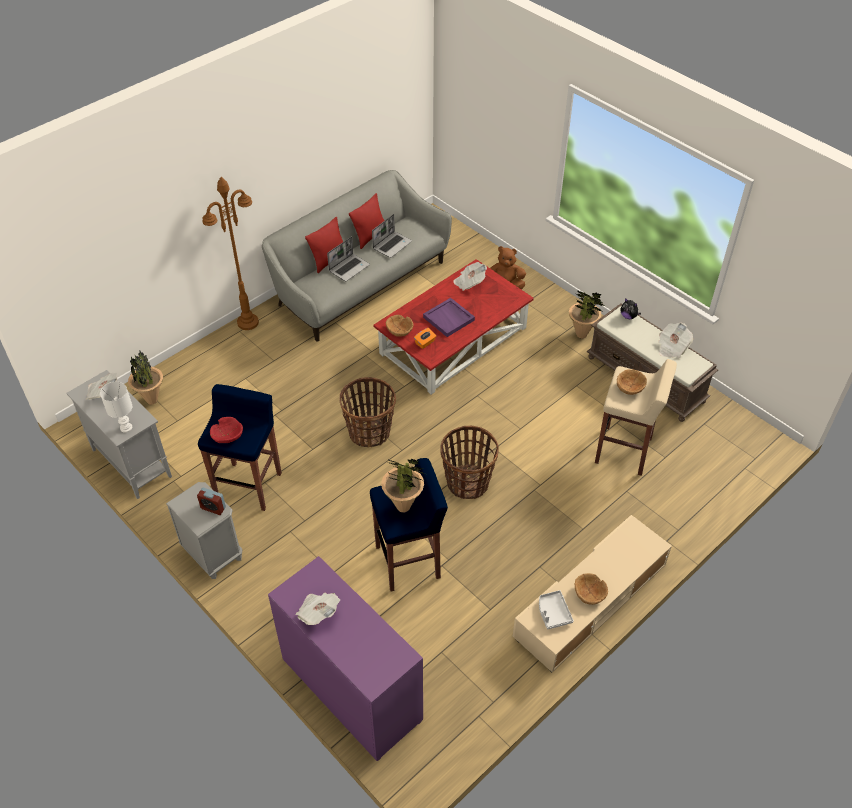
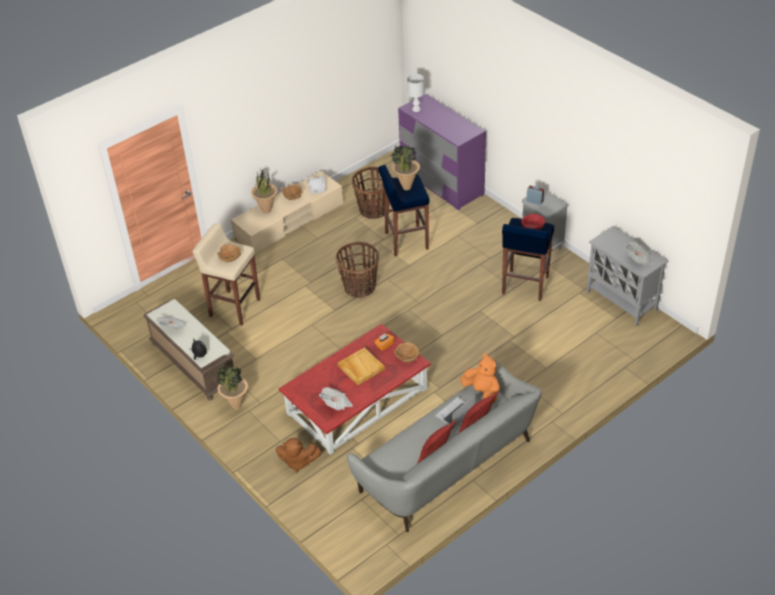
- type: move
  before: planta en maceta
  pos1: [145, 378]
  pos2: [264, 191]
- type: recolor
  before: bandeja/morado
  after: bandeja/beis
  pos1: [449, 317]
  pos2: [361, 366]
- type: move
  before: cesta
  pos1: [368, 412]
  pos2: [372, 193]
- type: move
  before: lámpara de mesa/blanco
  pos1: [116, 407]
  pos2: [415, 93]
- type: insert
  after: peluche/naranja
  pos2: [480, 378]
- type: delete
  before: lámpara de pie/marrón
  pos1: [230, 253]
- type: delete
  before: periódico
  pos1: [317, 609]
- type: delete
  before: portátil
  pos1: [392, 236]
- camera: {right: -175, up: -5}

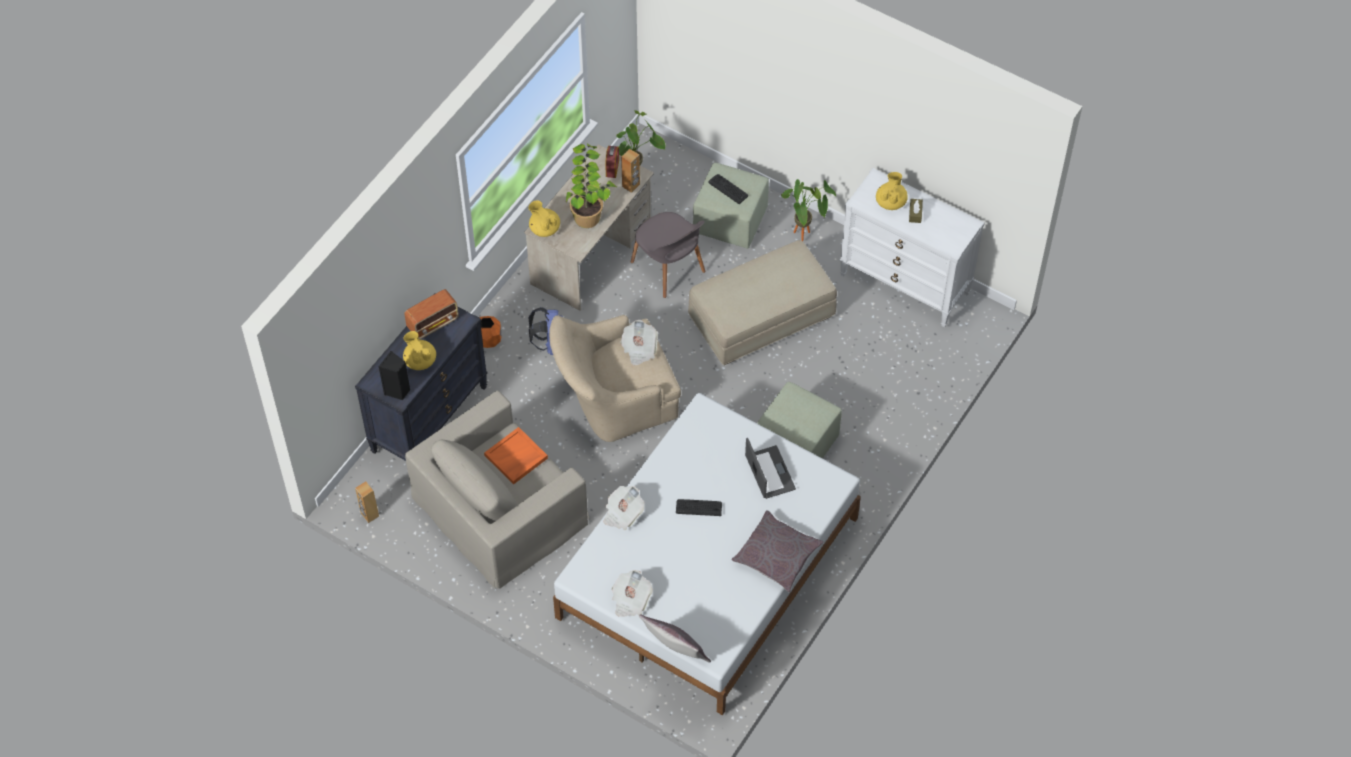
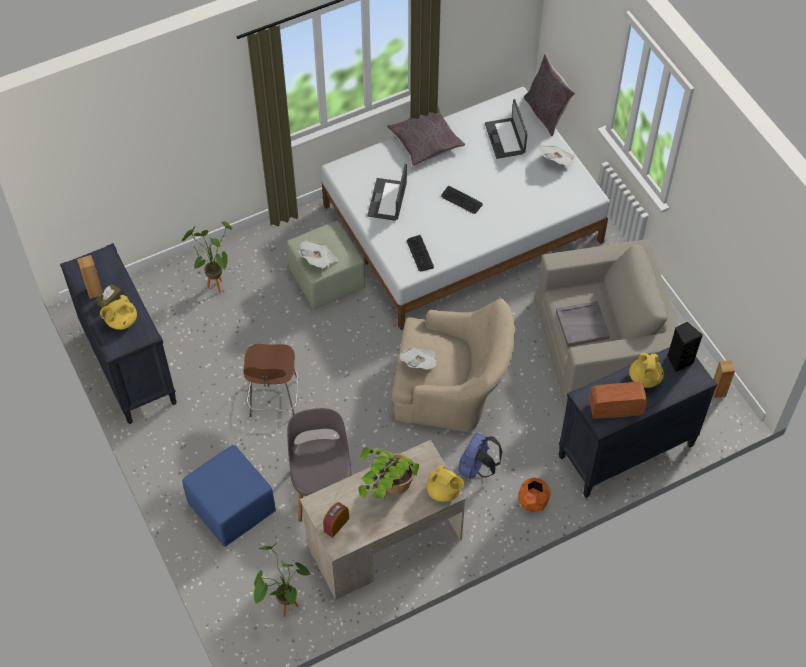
- type: recolor
  before: cómoda/blanco
  after: cómoda/negro
  pos1: [912, 247]
  pos2: [118, 333]
- type: move
  before: altavoz/marrón
  pos1: [630, 171]
  pos2: [90, 277]
- type: move
  before: planta en maceta
  pos1: [808, 210]
  pos2: [207, 257]
- type: recolor
  before: puf/verde
  after: puf/azul
  pos1: [731, 206]
  pos2: [229, 496]
- type: replace
  before: puf/beis
  after: silla/marrón
  pos1: [762, 302]
  pos2: [270, 380]
- type: move
  before: periódico
  pos1: [624, 508]
  pos2: [318, 254]
- type: move
  before: teclado
  pos1: [728, 189]
  pos2: [420, 253]
- type: rotate
  before: tetera/amarillo
  pos1: [544, 218]
  pos2: [445, 483]
  turn: -45
- type: insert
  after: portátil
  pos2: [506, 129]
- type: recolor
  before: bandeja/naranja
  after: bandeja/gris
  pos1: [516, 455]
  pos2: [583, 324]
- camera: {right: -150, up: 0}

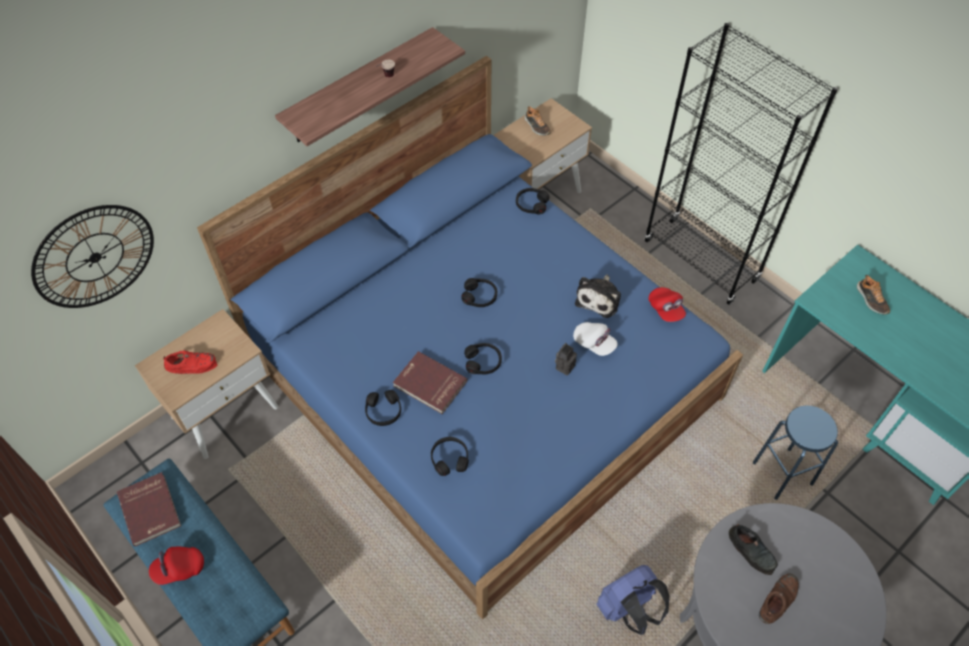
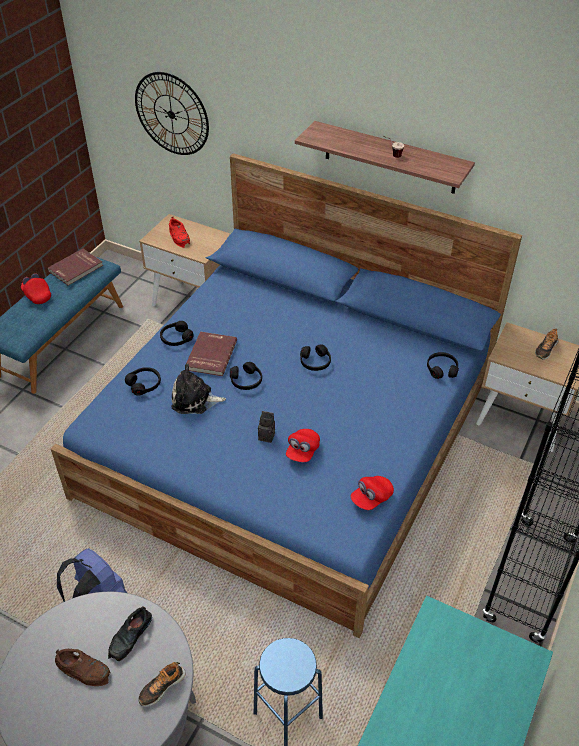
- type: move
  before: zapato
  pos1: [873, 294]
  pos2: [162, 684]
- type: move
  before: peluche
  pos1: [598, 296]
  pos2: [198, 388]
- type: recolor
  before: gorra/blanco
  after: gorra/rojo
  pos1: [595, 339]
  pos2: [303, 445]
- camera: {right: 70, up: -10}

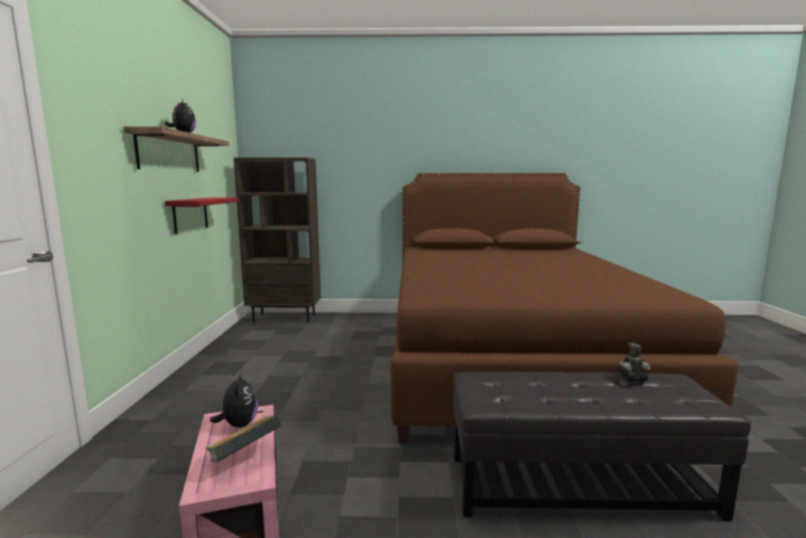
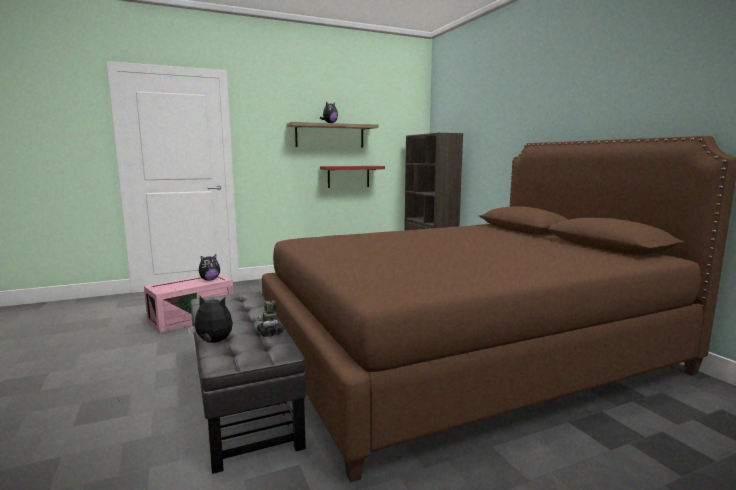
- type: insert
  after: peluche
  pos2: [210, 319]
- type: delete
  before: libro
  pos1: [243, 438]
- camera: {right: 65, up: 0}

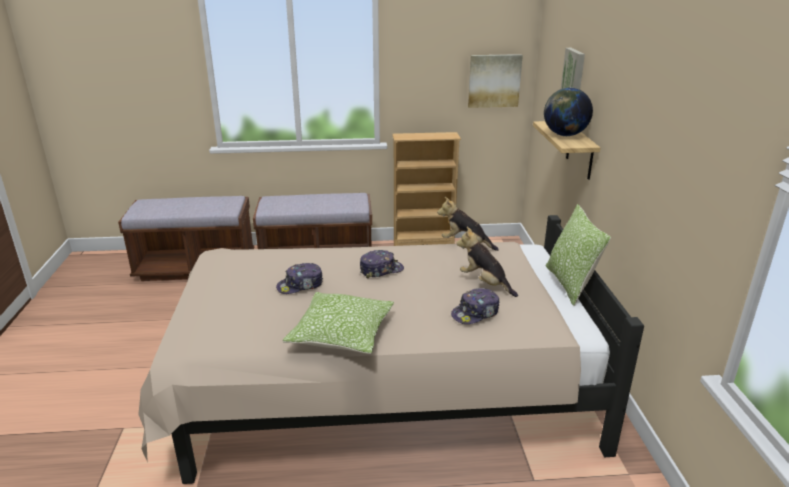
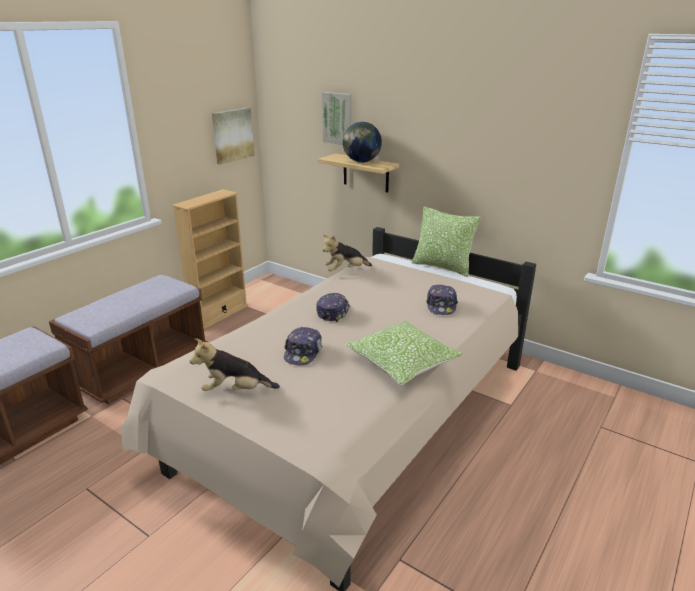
- type: move
  before: peluche
  pos1: [487, 262]
  pos2: [235, 364]
- camera: {right: -50, up: 0}

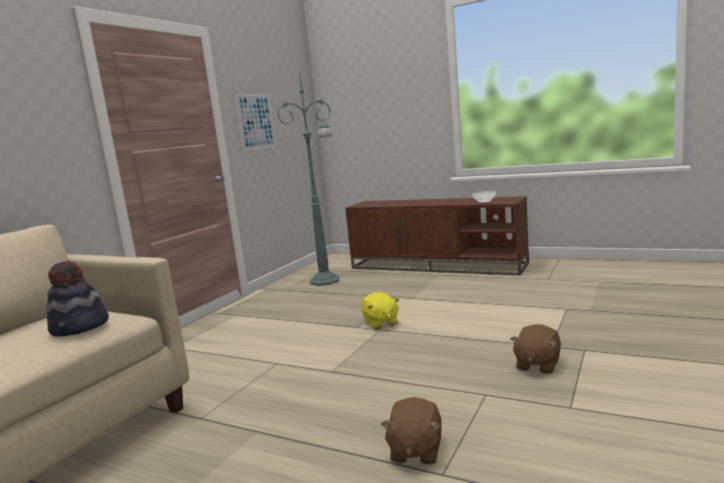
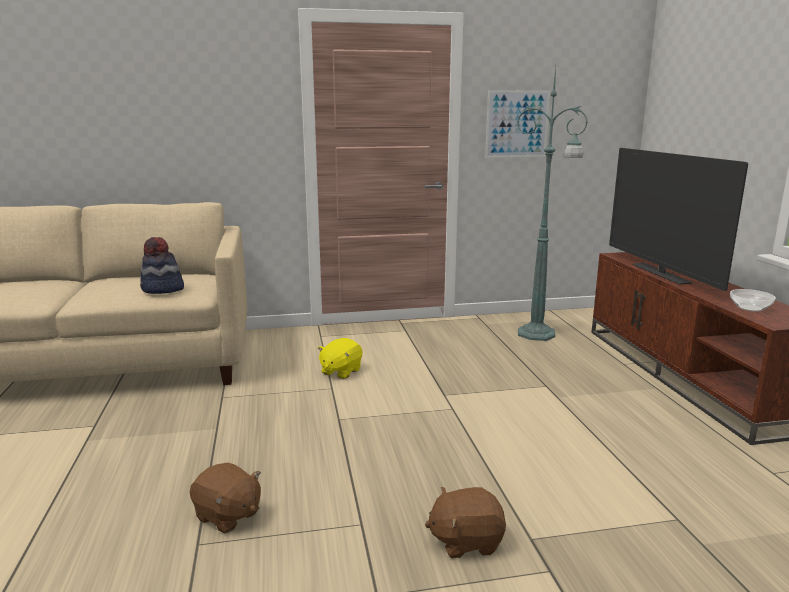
- type: rotate
  before: peluche/marrón
  pos1: [411, 431]
  pos2: [225, 498]
  turn: -120
- type: move
  before: peluche/amarillo
  pos1: [380, 310]
  pos2: [340, 358]
- type: insert
  after: televisor
  pos2: [678, 219]
- camera: {right: 50, up: 5}

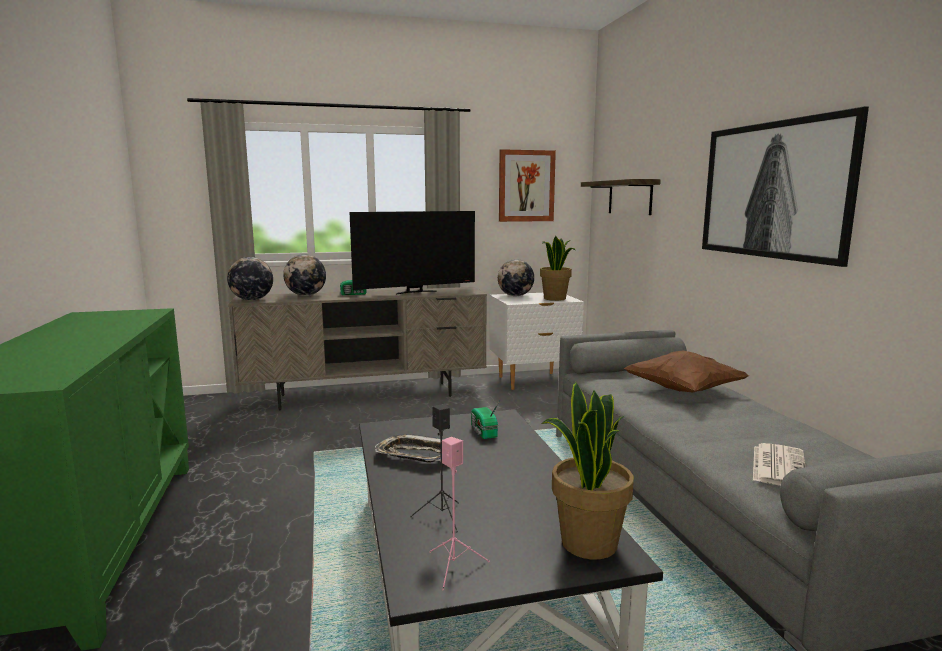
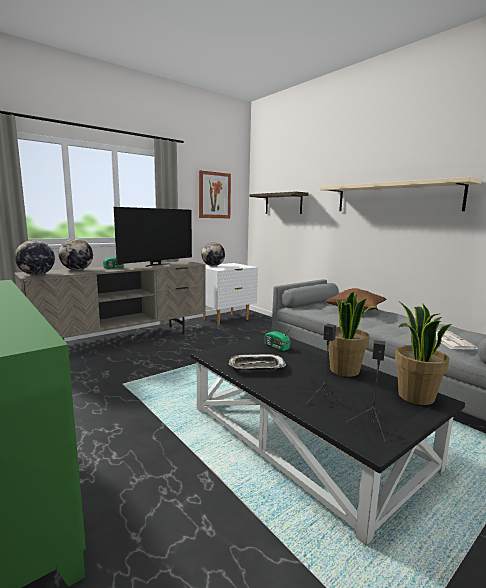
- type: replace
  before: cuadro
  after: estante/beis
  pos1: [785, 186]
  pos2: [401, 194]
- type: move
  before: planta en maceta
  pos1: [557, 268]
  pos2: [352, 334]
- type: recolor
  before: altavoz/rosa
  after: altavoz/negro
  pos1: [459, 514]
  pos2: [366, 391]
- camera: {right: -25, up: 0}

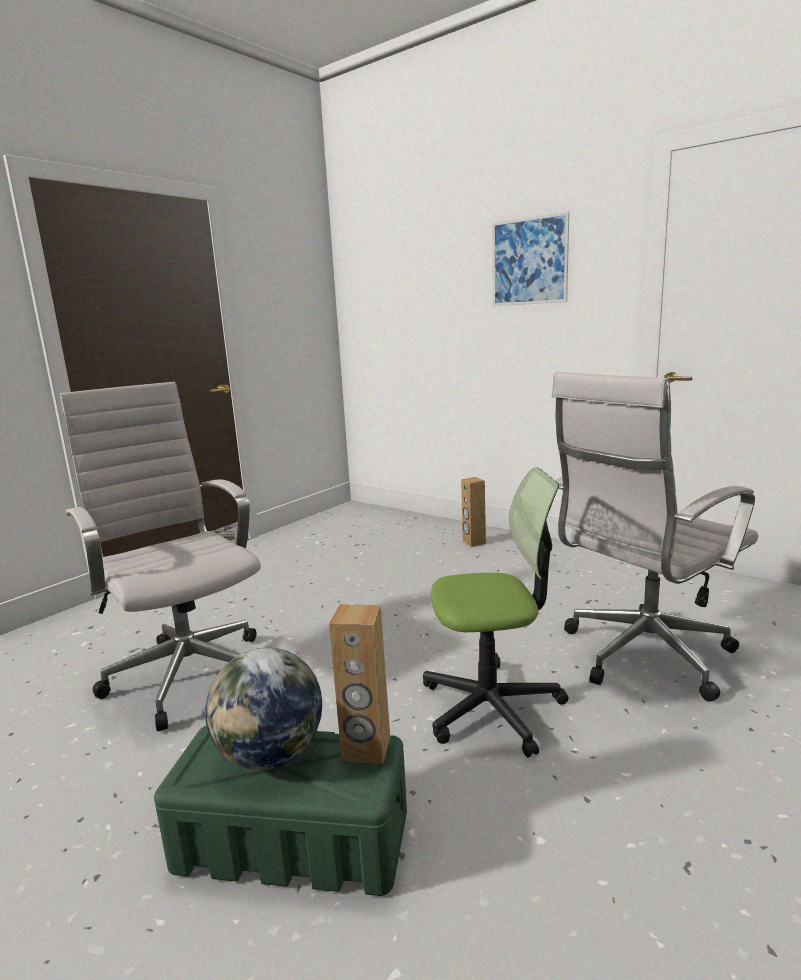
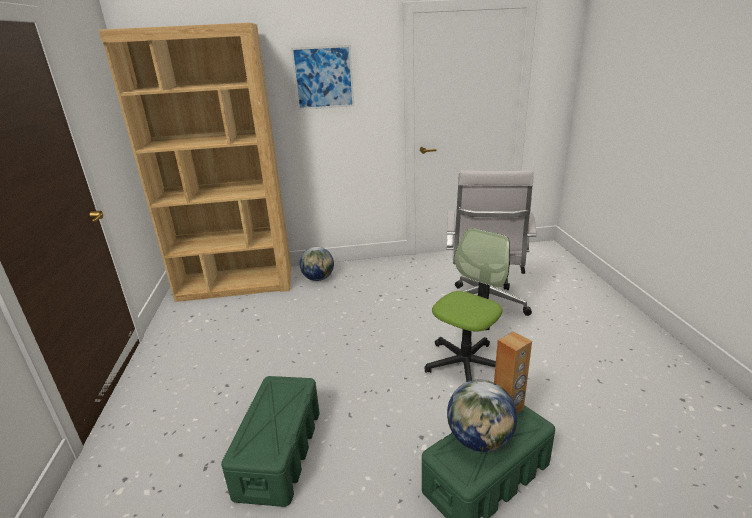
- type: insert
  after: estantería/marrón
  pos2: [195, 162]
- type: replace
  before: silla de oficina/blanco
  after: caja de almacenaje/verde
  pos1: [160, 556]
  pos2: [270, 441]
- type: replace
  before: altavoz/marrón
  after: globo terráqueo
  pos1: [473, 512]
  pos2: [317, 264]
- camera: {right: -45, up: 10}

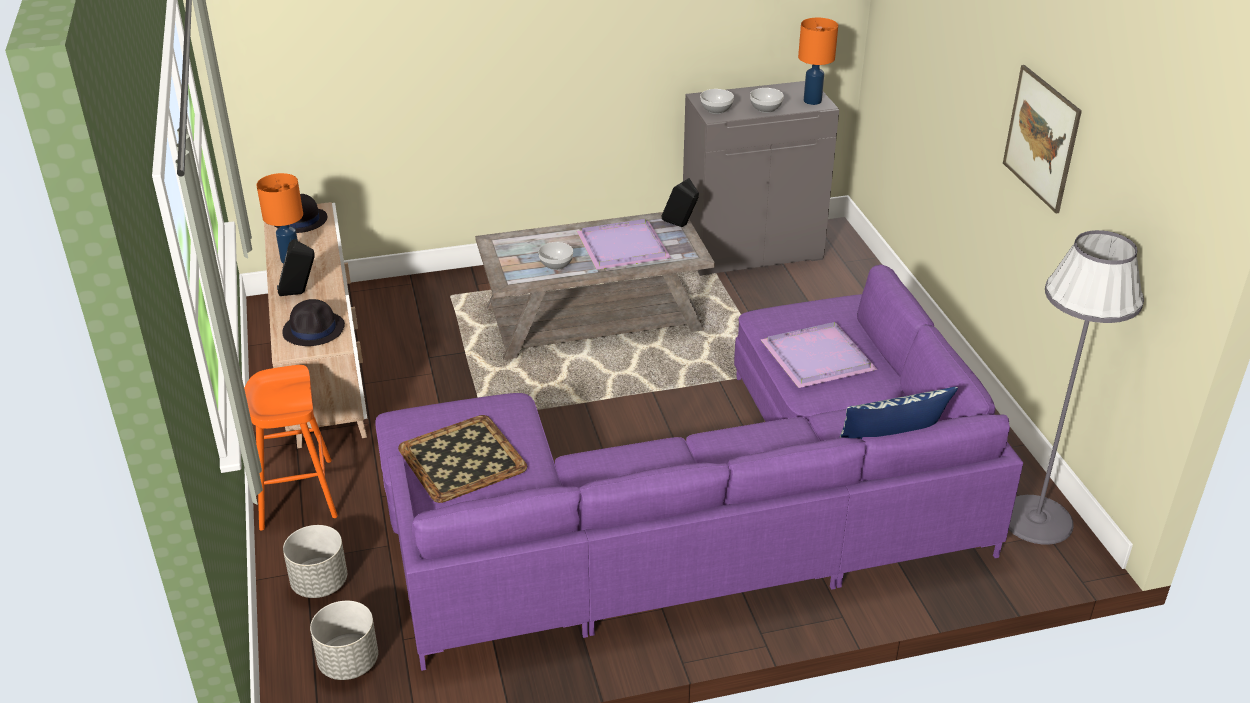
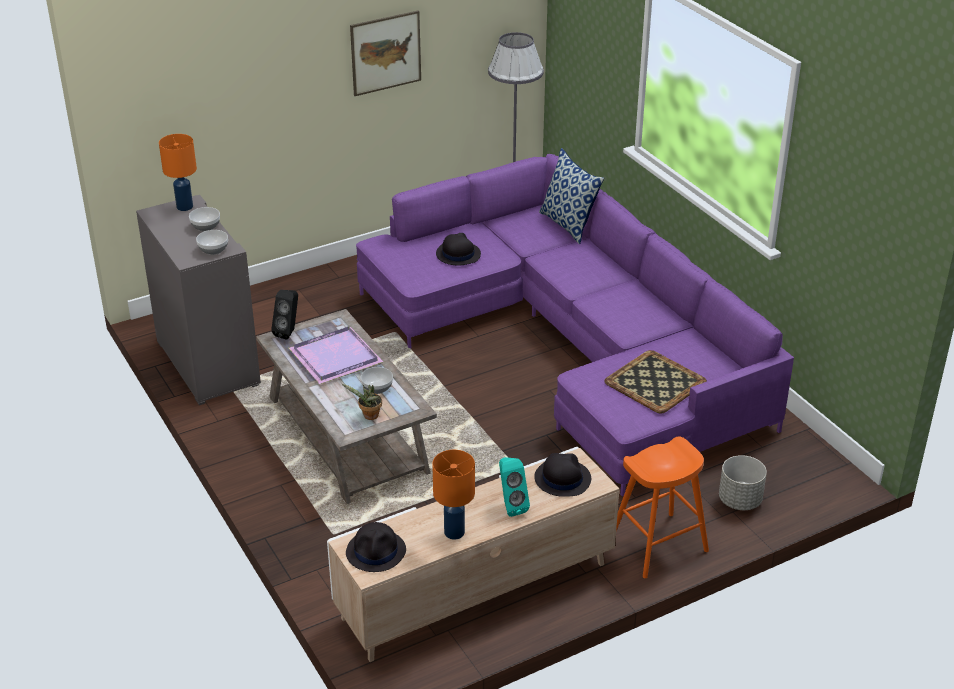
- type: insert
  after: planta en maceta
  pos2: [362, 402]
- type: replace
  before: bandeja/morado
  after: sombrero/negro
  pos1: [819, 355]
  pos2: [458, 249]
- type: recolor
  before: altavoz/negro
  after: altavoz/turquesa
  pos1: [296, 267]
  pos2: [514, 487]
- type: delete
  before: maceta/gris
  pos1: [344, 640]
- camera: {right: -105, up: 0}

